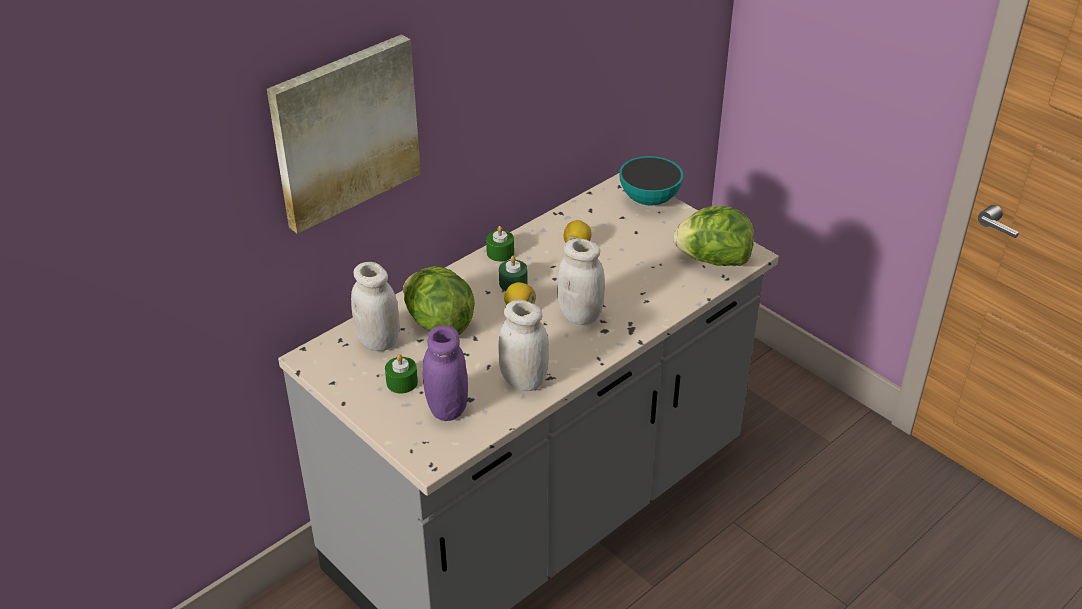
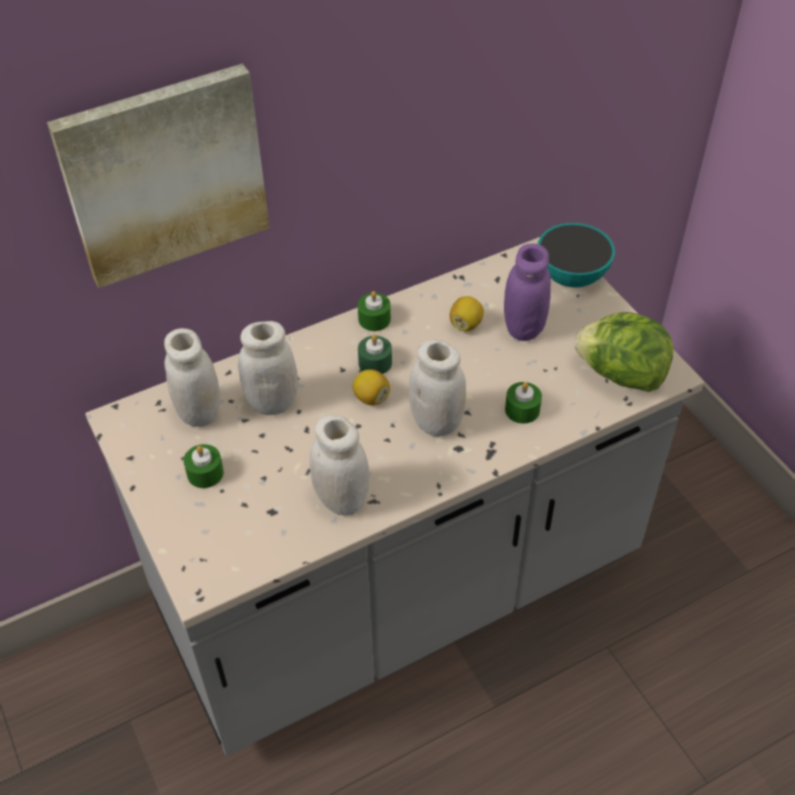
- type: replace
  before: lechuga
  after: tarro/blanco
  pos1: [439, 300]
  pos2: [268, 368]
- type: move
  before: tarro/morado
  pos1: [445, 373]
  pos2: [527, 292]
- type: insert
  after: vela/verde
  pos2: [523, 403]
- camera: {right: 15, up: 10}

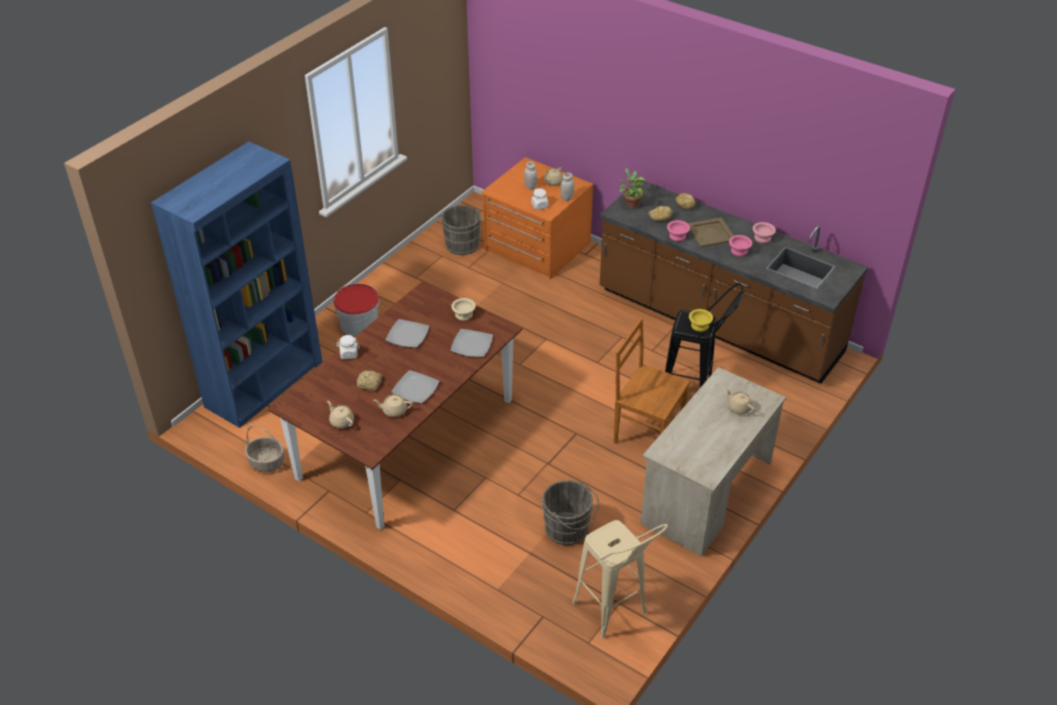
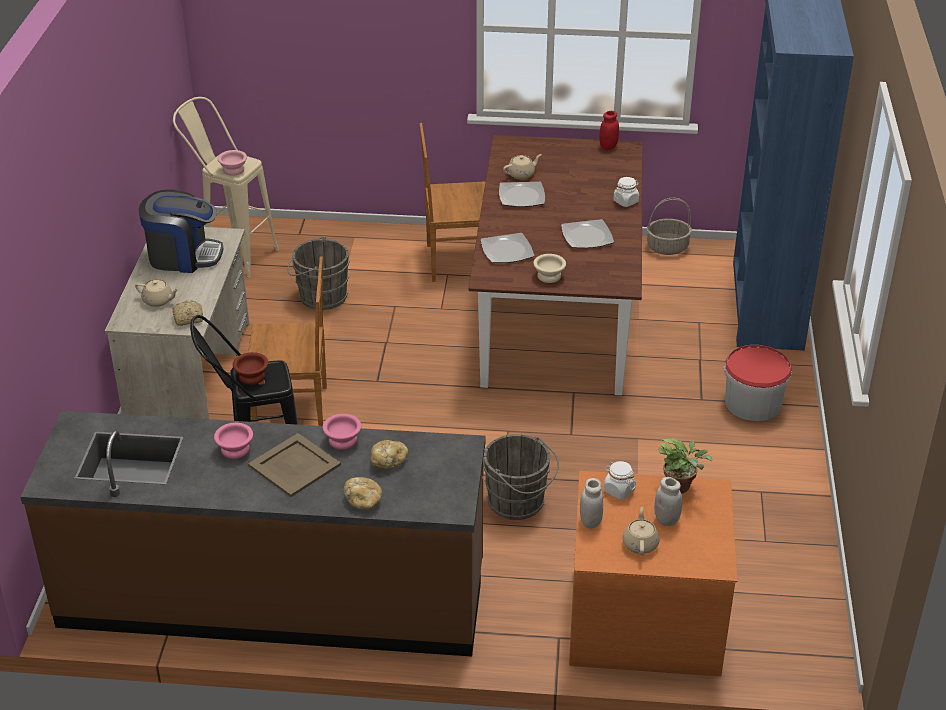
- type: insert
  after: cafetera
  pos2: [181, 231]
- type: move
  before: pan
  pos1: [369, 380]
  pos2: [187, 313]
- type: move
  before: cuenco/rosa
  pos1: [764, 232]
  pos2: [232, 163]
- type: recolor
  before: cuenco/amarillo
  after: cuenco/marrón
  pos1: [701, 320]
  pos2: [250, 368]
- type: insert
  after: silla/marrón
  pos2: [453, 202]
- type: move
  before: cubo/gris
  pos1: [459, 230]
  pos2: [521, 477]
- type: insert
  after: tarro/rojo
  pos2: [609, 130]
- type: move
  before: planta en maceta
  pos1: [632, 188]
  pos2: [685, 466]
- type: delete
  before: tetera/beis
  pos1: [340, 414]
- camera: {right: 150, up: -5}

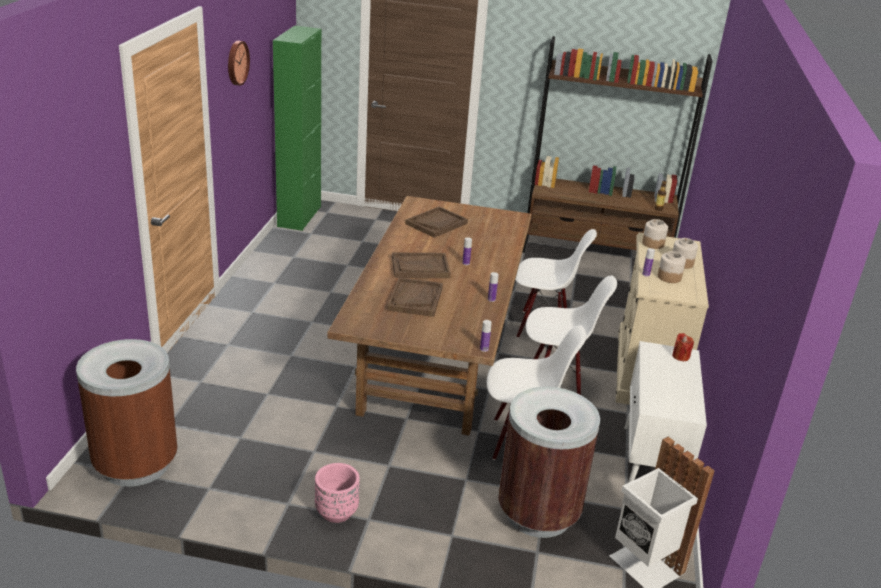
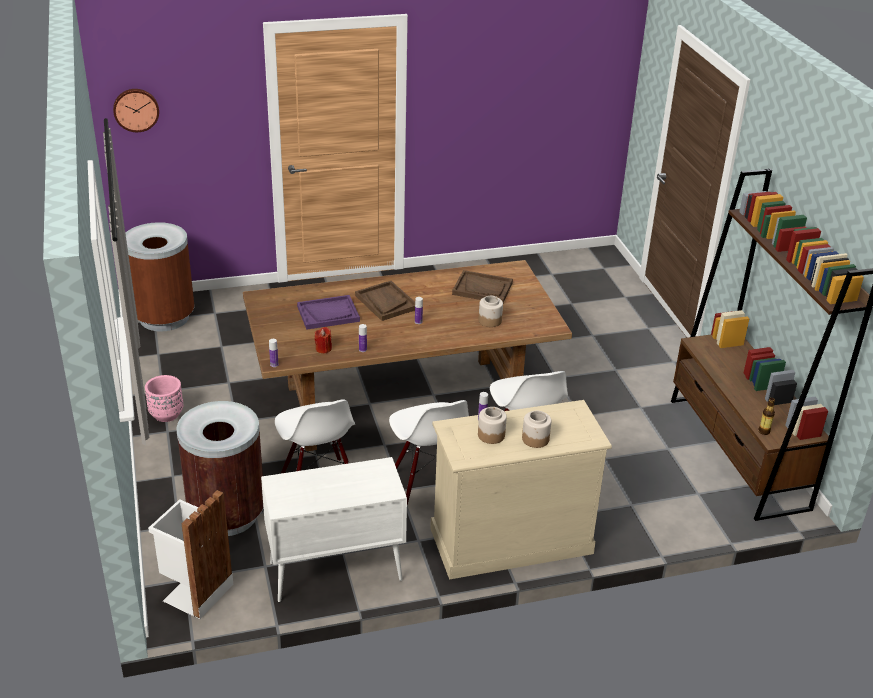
- type: move
  before: reloj de pared
  pos1: [239, 63]
  pos2: [136, 110]
- type: recolor
  before: bandeja/marrón
  after: bandeja/morado
  pos1: [415, 297]
  pos2: [328, 312]
- type: move
  before: vela/rojo
  pos1: [683, 347]
  pos2: [323, 340]
- type: move
  before: tarro
  pos1: [655, 234]
  pos2: [491, 311]
- type: delete
  before: armario/verde
  pos1: [297, 128]
- camera: {right: 65, up: 5}

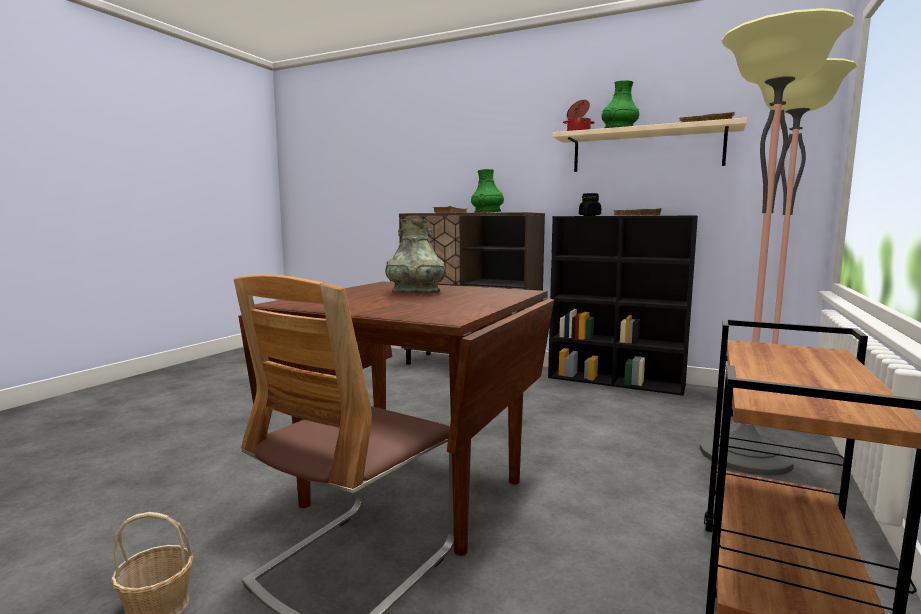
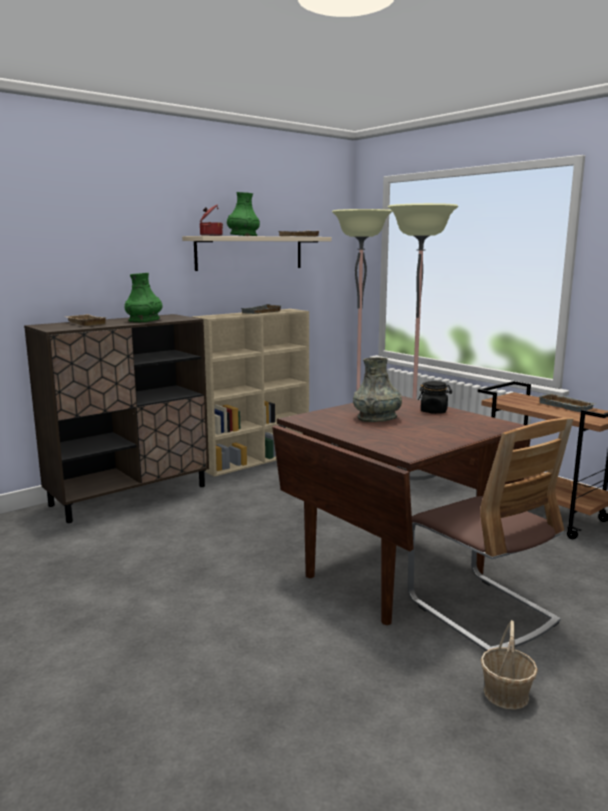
- type: recolor
  before: estantería/negro
  after: estantería/beis
  pos1: [623, 306]
  pos2: [250, 393]
- type: move
  before: tarro/negro
  pos1: [590, 204]
  pos2: [435, 397]
- type: insert
  after: bandeja/gris
  pos2: [567, 402]
- camera: {right: -65, up: 5}

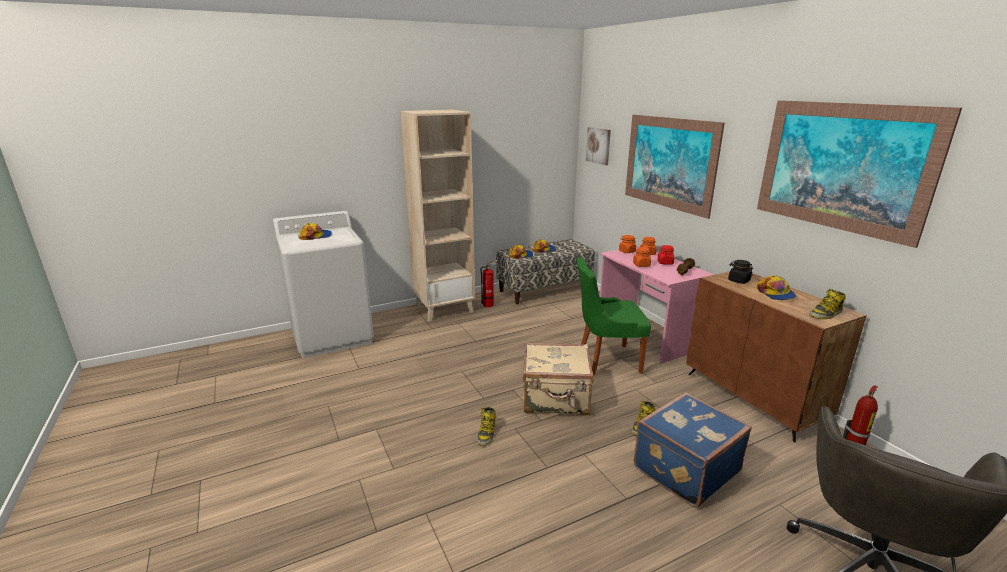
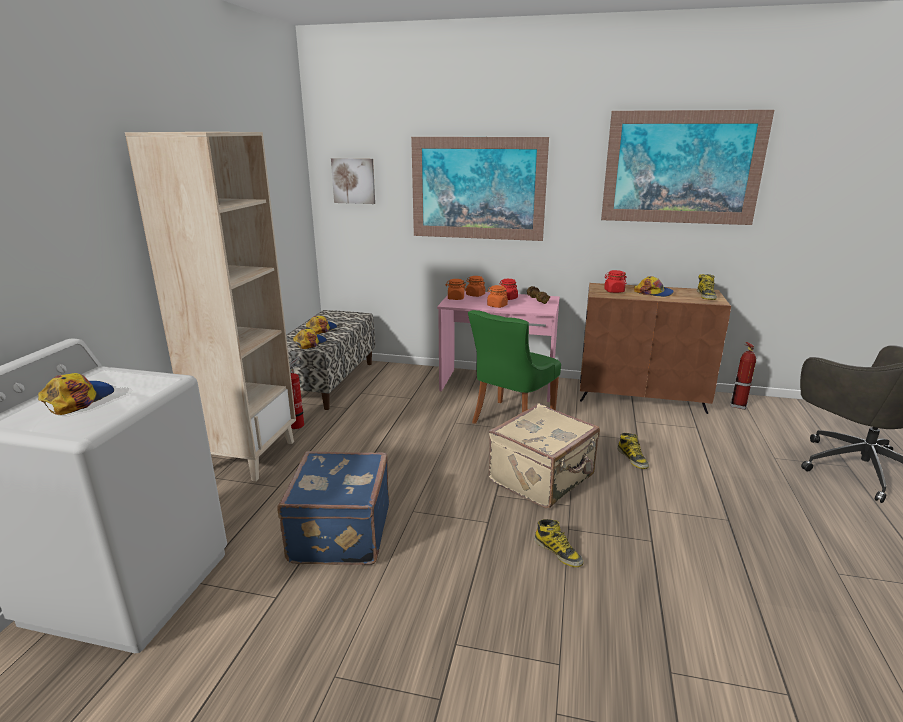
- type: move
  before: maleta/azul
  pos1: [693, 450]
  pos2: [333, 508]
- type: recolor
  before: tarro/negro
  after: tarro/rojo
  pos1: [740, 272]
  pos2: [615, 281]
- camera: {right: -50, up: 0}

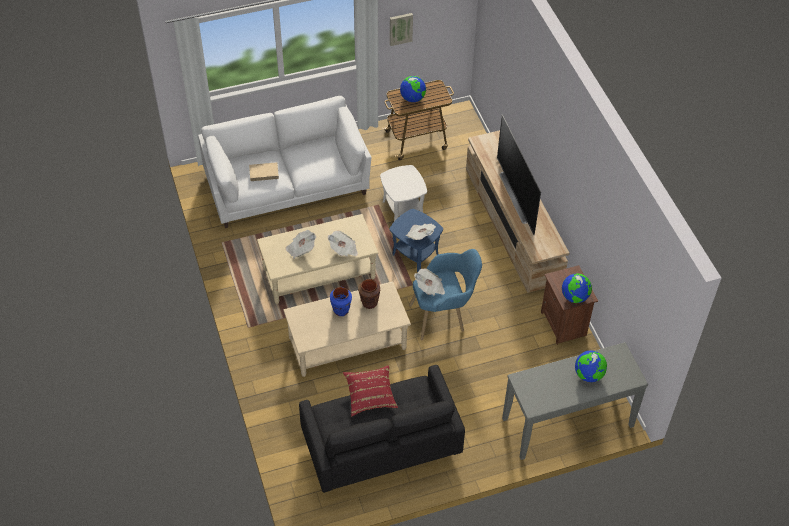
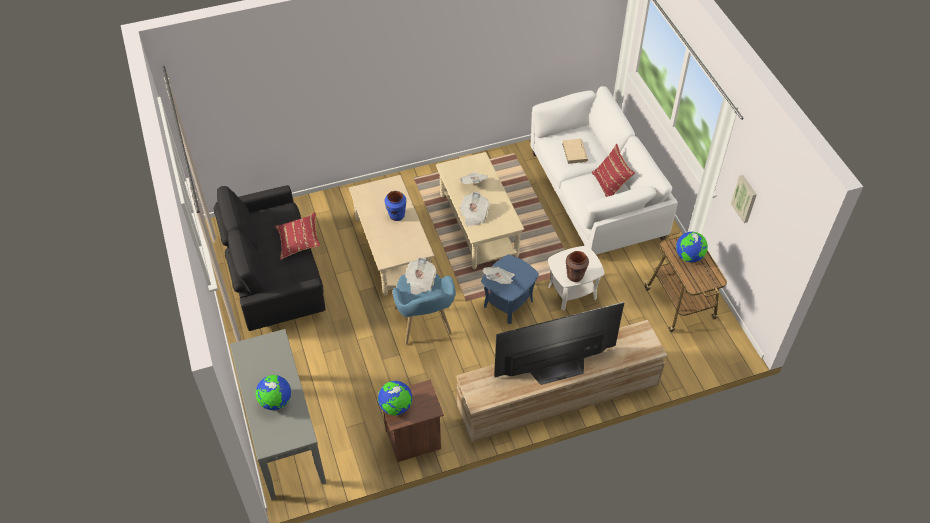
- type: move
  before: florero/marrón
  pos1: [369, 294]
  pos2: [577, 266]
- type: insert
  after: cojín/rojo
  pos2: [613, 170]
- camera: {right: 90, up: 0}

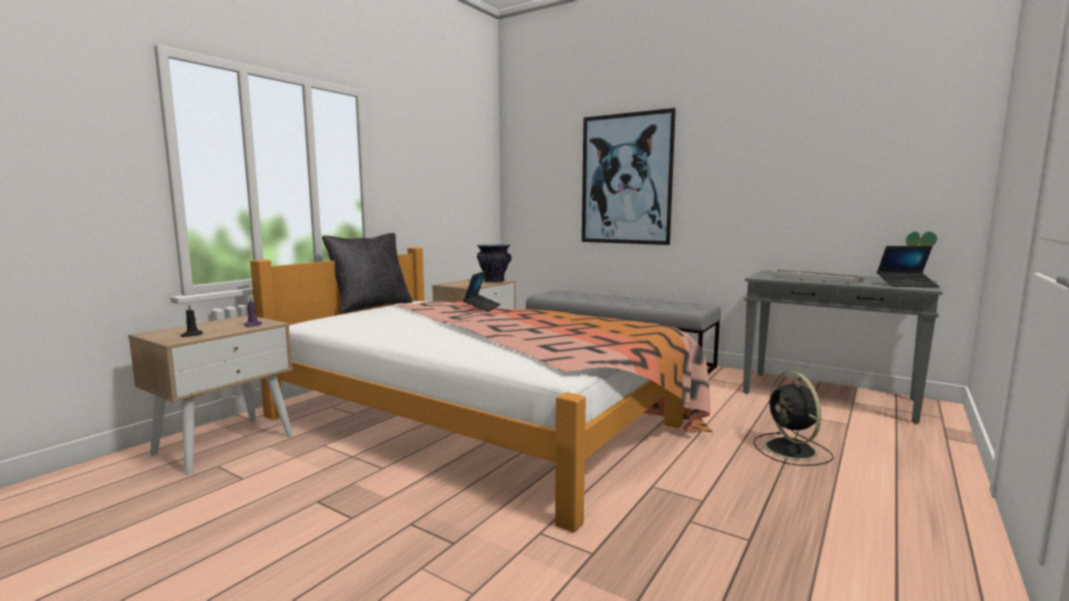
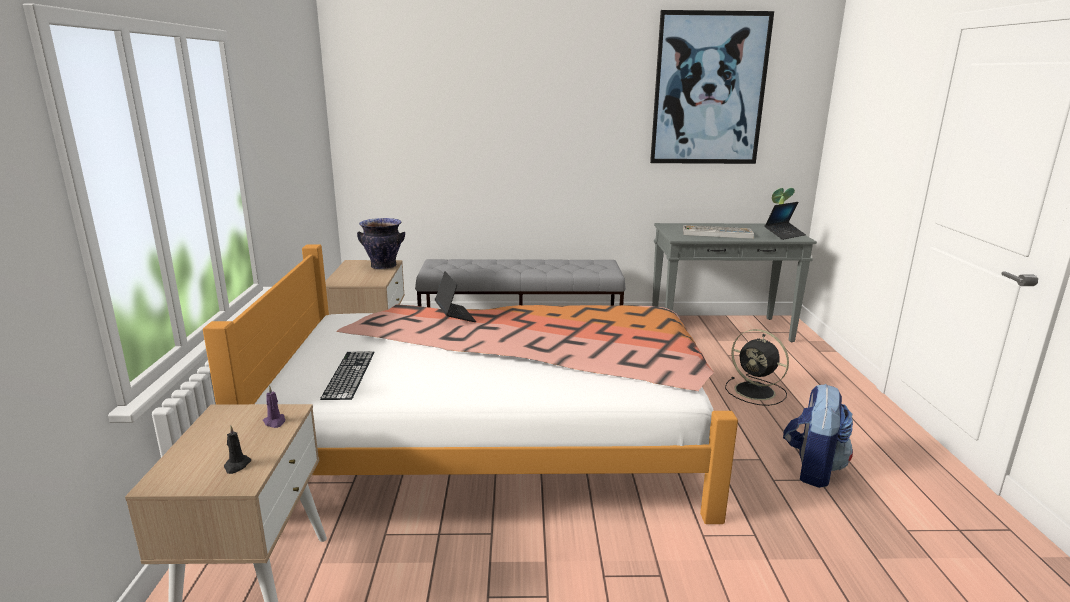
- type: insert
  after: teclado
  pos2: [347, 375]
- type: move
  before: cuadro
  pos1: [629, 176]
  pos2: [712, 87]
- type: insert
  after: mochila
  pos2: [818, 436]
- type: delete
  before: cojín/negro
  pos1: [367, 273]
- camera: {right: -35, up: 10}

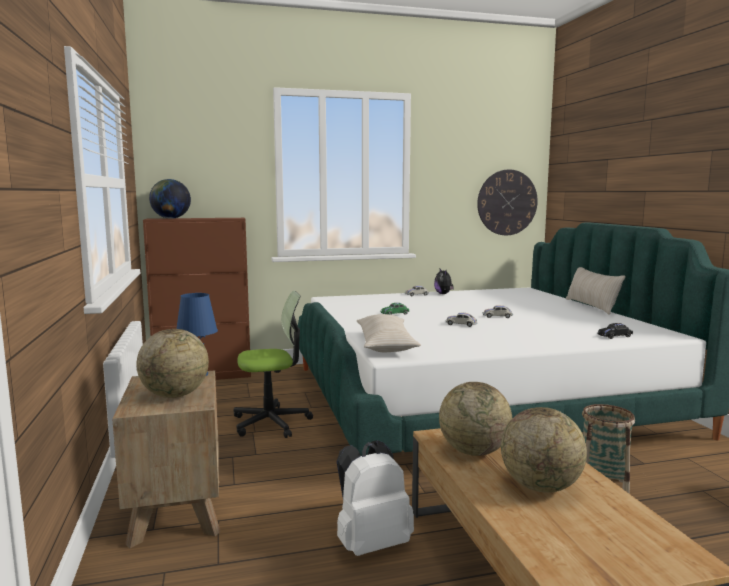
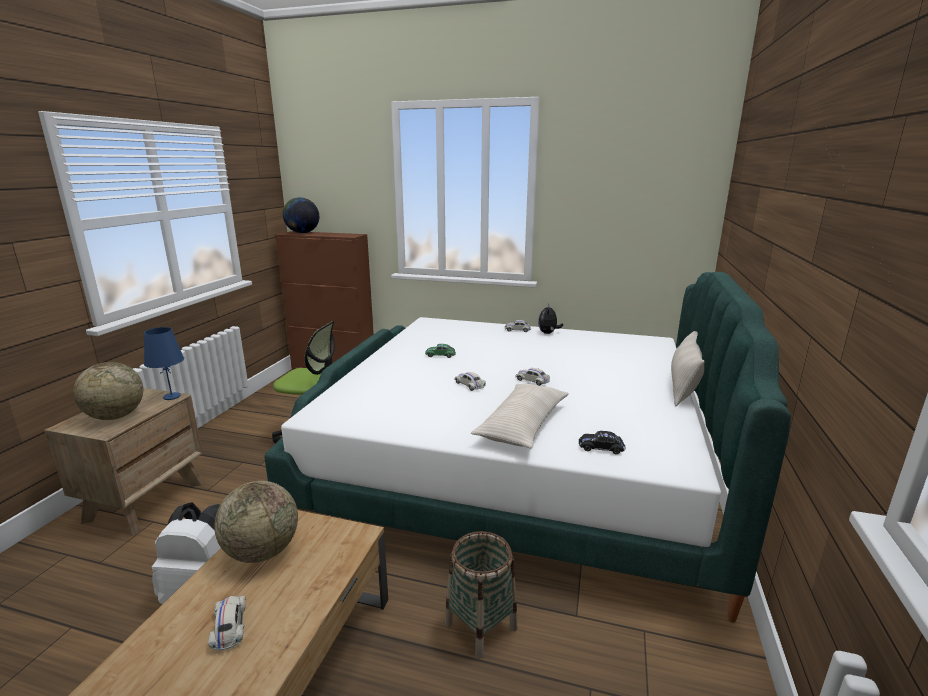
- type: replace
  before: globo terráqueo
  after: coche de juguete/blanco
  pos1: [544, 450]
  pos2: [227, 623]
- type: move
  before: cojín/beis
  pos1: [389, 333]
  pos2: [520, 416]
- type: delete
  before: reloj de pared
  pos1: [507, 202]
- camera: {right: 30, up: 10}

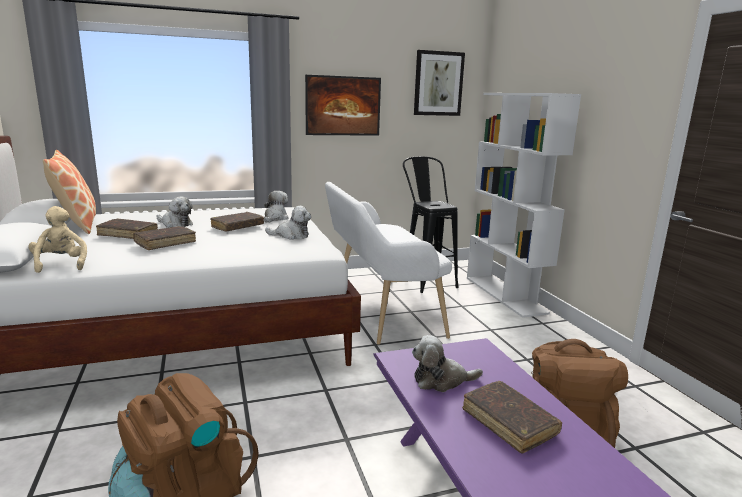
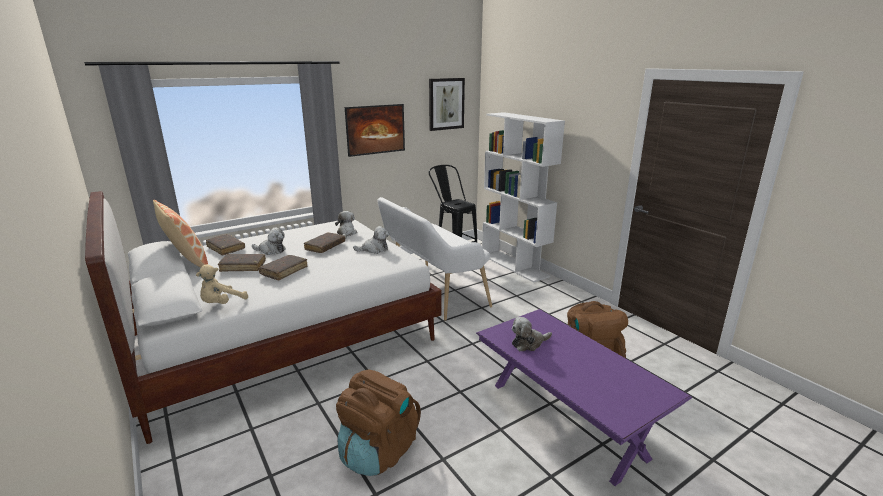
- type: rotate
  before: peluche/beis
  pos1: [57, 239]
  pos2: [222, 284]
  turn: -105
- type: move
  before: libro/marrón
  pos1: [512, 417]
  pos2: [225, 245]
- camera: {right: -15, up: 5}

